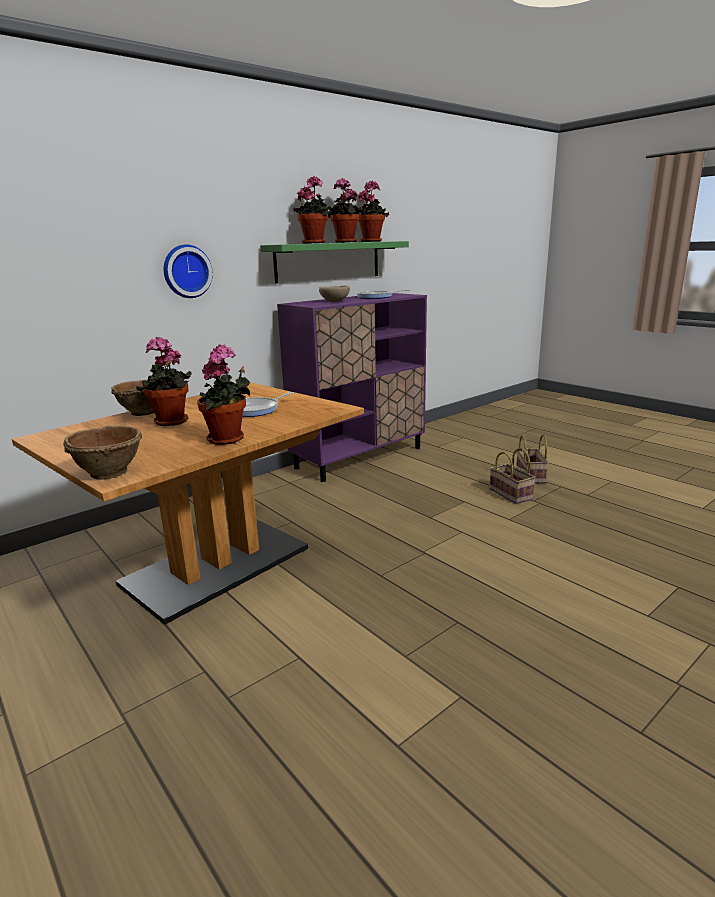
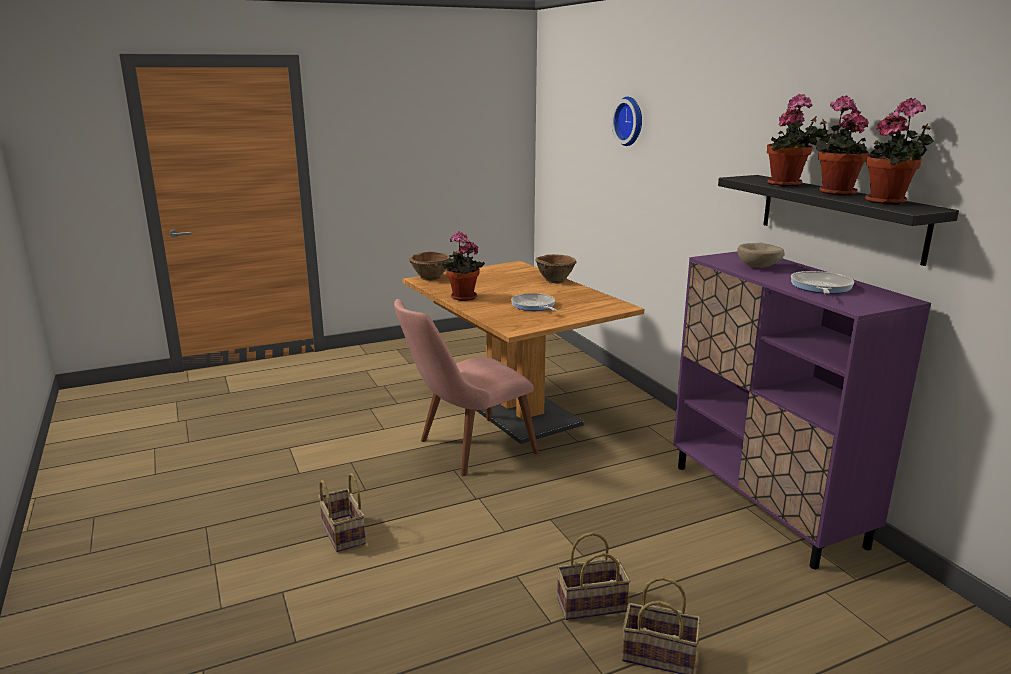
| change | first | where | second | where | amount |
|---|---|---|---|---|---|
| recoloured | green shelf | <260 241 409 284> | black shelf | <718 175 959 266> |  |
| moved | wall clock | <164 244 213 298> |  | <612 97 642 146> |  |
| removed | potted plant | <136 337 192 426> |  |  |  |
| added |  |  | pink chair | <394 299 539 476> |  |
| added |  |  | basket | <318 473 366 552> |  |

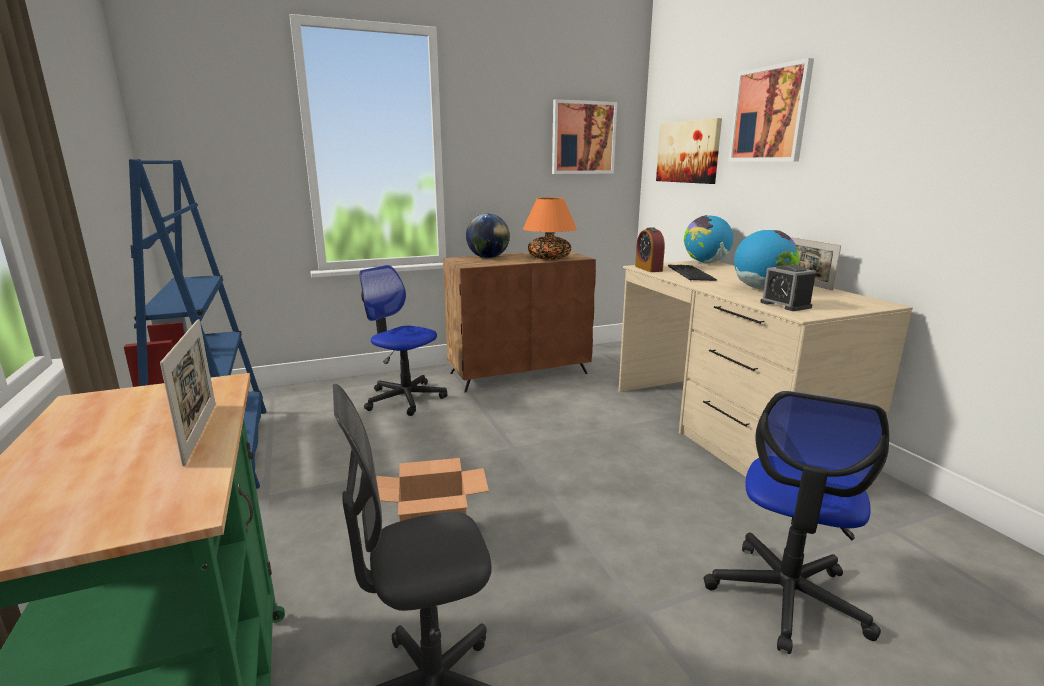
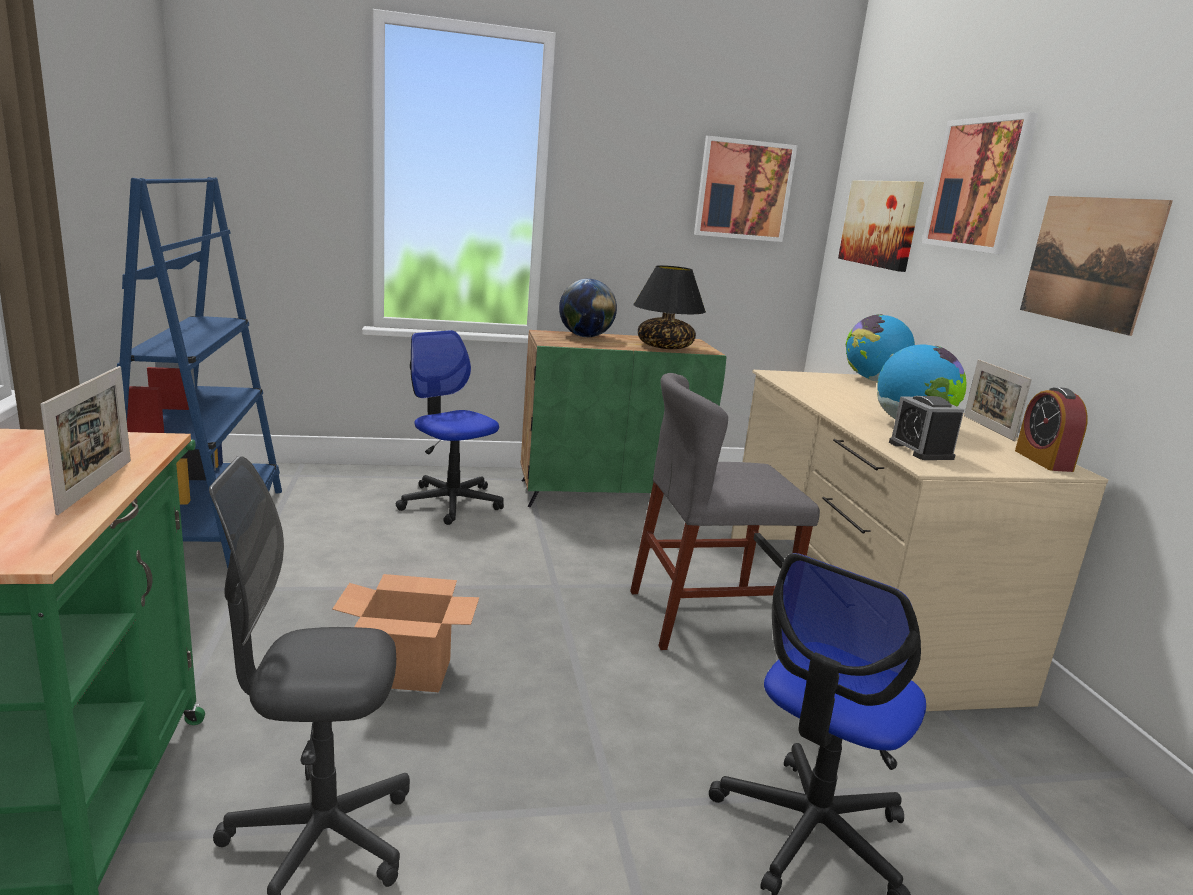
| change | first | where | second | where | amount |
|---|---|---|---|---|---|
| recoloured | orange table lamp | <523 198 577 260> | black table lamp | <633 265 706 349> |  |
| moved | alarm clock | <635 227 665 272> |  | <1015 387 1088 472> |  |
| recoloured | brown cabinet | <443 252 596 392> | green cabinet | <520 330 727 507> |  |
| removed | keyboard | <668 265 717 281> |  |  |  |
| added |  |  | picture | <1020 196 1173 336> |  |
| added |  |  | grey chair | <630 373 820 650> |  |

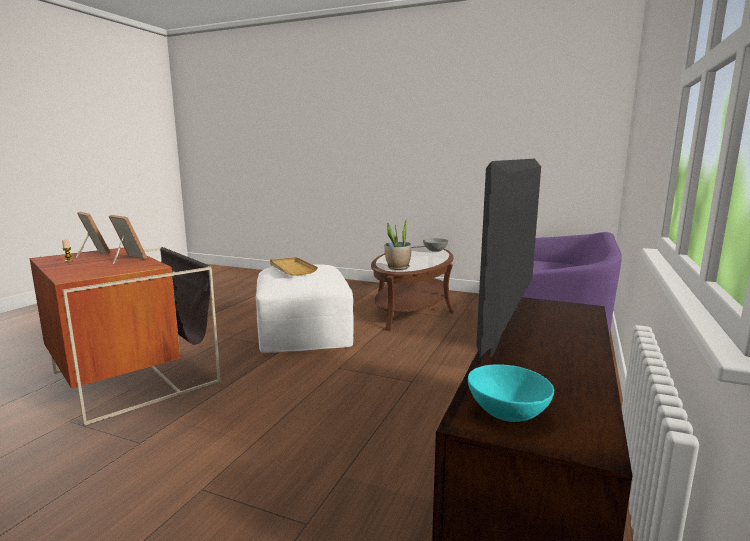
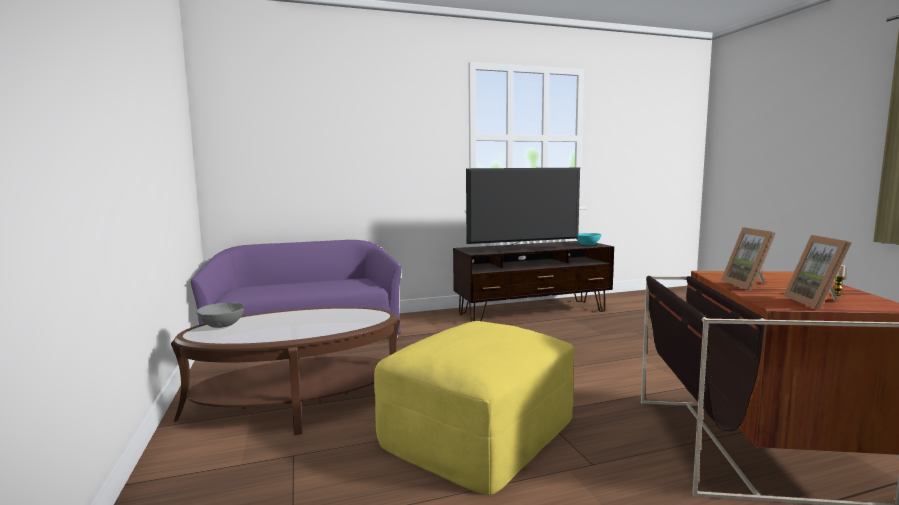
| change | first | where | second | where | amount |
|---|---|---|---|---|---|
| removed | potted plant | <384 221 411 270> |  |  |  |
| removed | beige tray | <270 257 318 276> |  |  |  |
| recoloured | white ottoman | <256 265 354 353> | yellow ottoman | <374 321 574 495> |  |

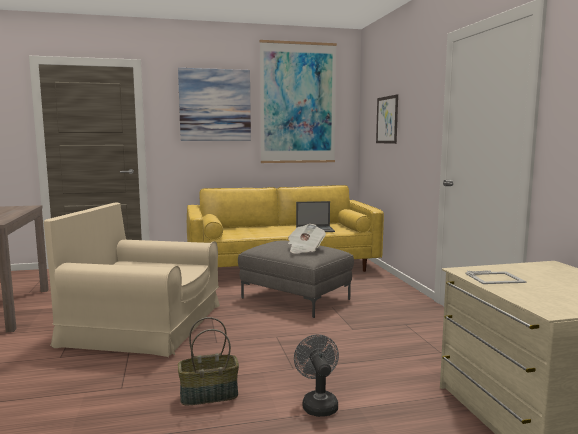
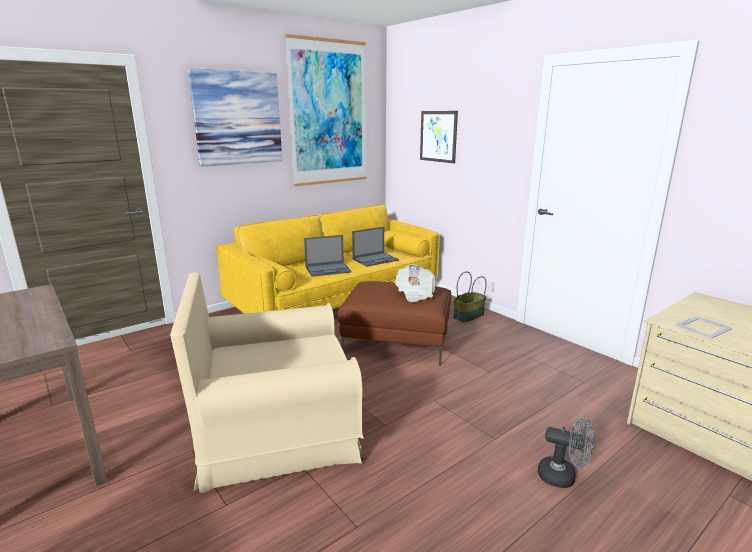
| change | first | where | second | where | amount |
|---|---|---|---|---|---|
| recoloured | grey ottoman | <238 241 354 318> | brown ottoman | <338 281 451 366> |  |
| moved | basket | <178 317 239 405> |  | <453 271 487 322> |  |
| turned | grey fan | <294 334 339 417> |  | <538 417 595 488> | 150 degrees clockwise |
| added |  |  | laptop | <304 235 352 277> |  |

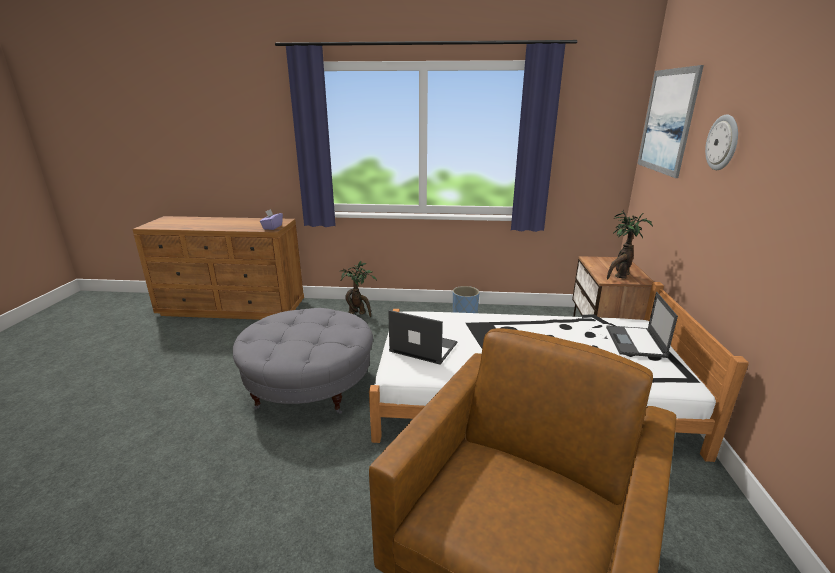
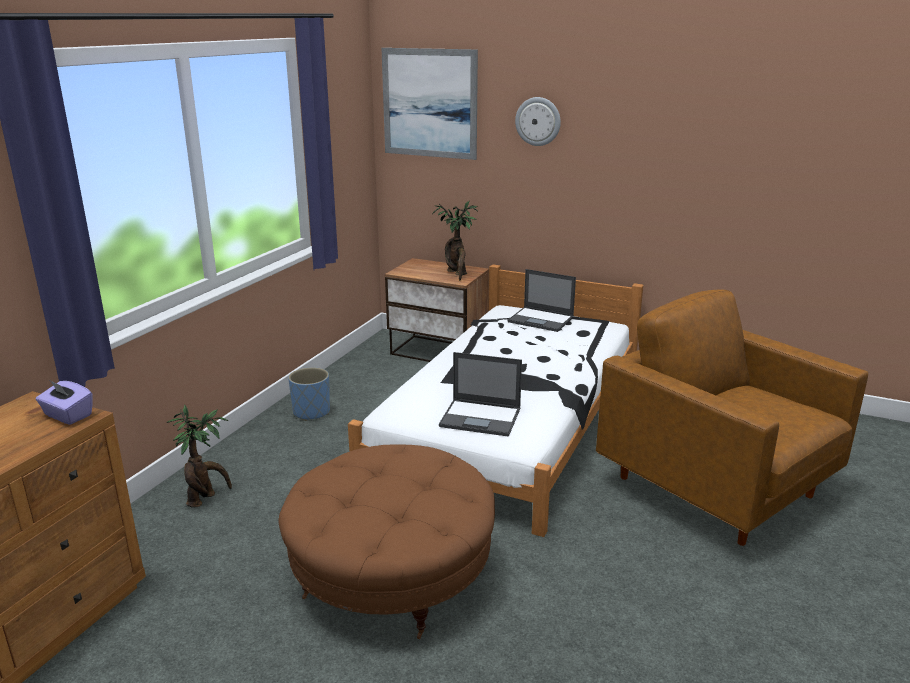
| change | first | where | second | where | amount |
|---|---|---|---|---|---|
| recoloured | grey ottoman | <233 308 373 414> | brown ottoman | <279 445 495 639> |  |
| turned | laptop | <388 310 458 365> |  | <439 352 522 437> | 120 degrees counterclockwise |

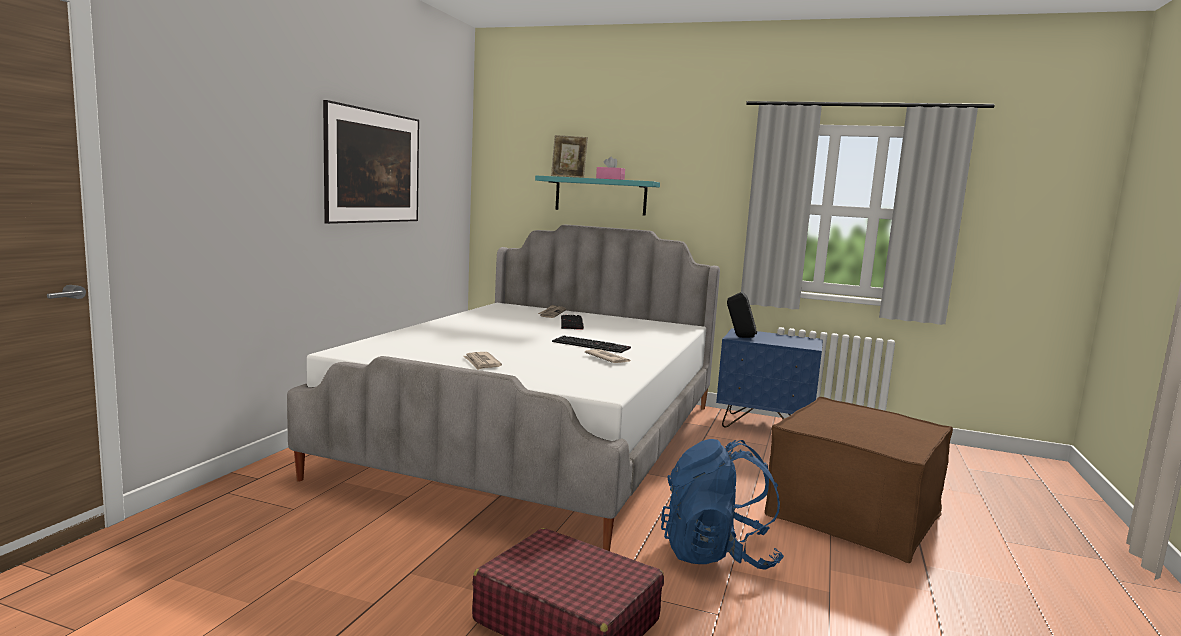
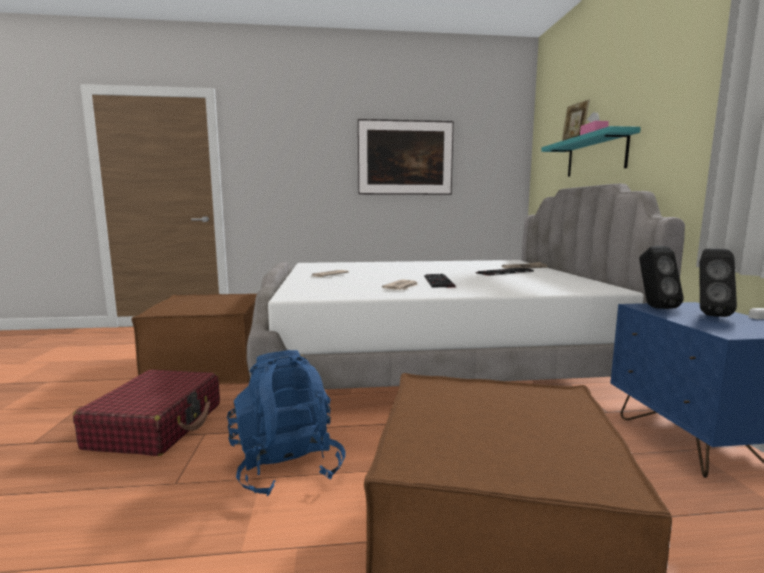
| change | first | where | second | where | amount |
|---|---|---|---|---|---|
| added |  |  | black speaker | <699 248 737 317> |  |
| added |  |  | brown ottoman | <132 294 257 384> |  |

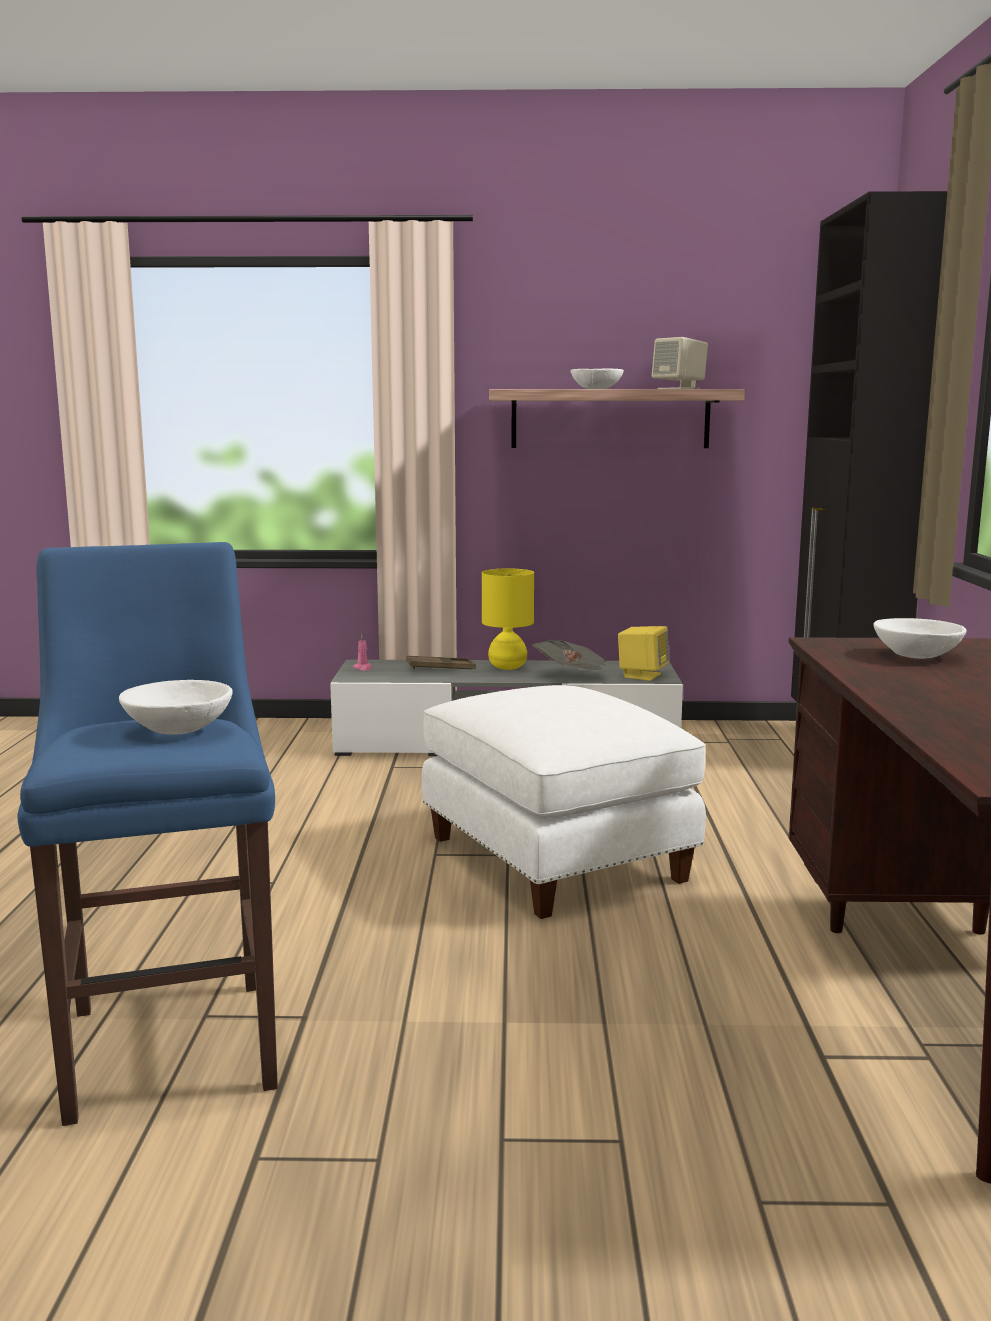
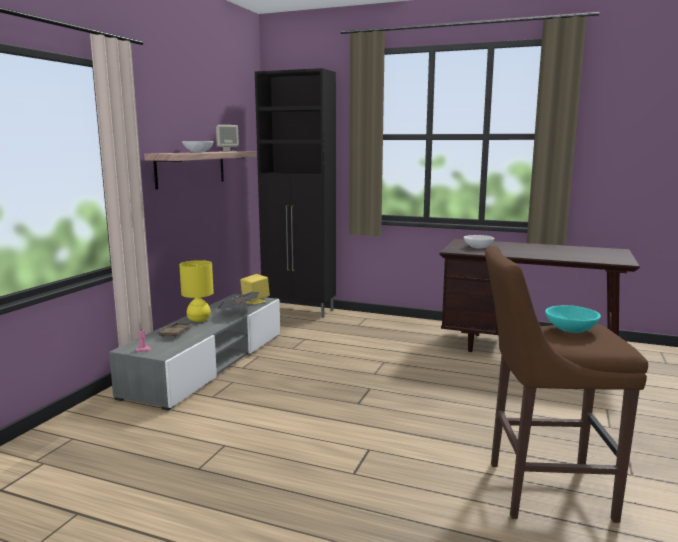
| change | first | where | second | where | amount |
|---|---|---|---|---|---|
| recoloured | blue stool | <17 542 278 1126> | brown stool | <485 246 648 523> |  |
| recoloured | white bowl | <119 680 233 735> | turquoise bowl | <545 305 601 333> |  |
| removed | white ottoman | <422 685 706 919> |  |  |  |

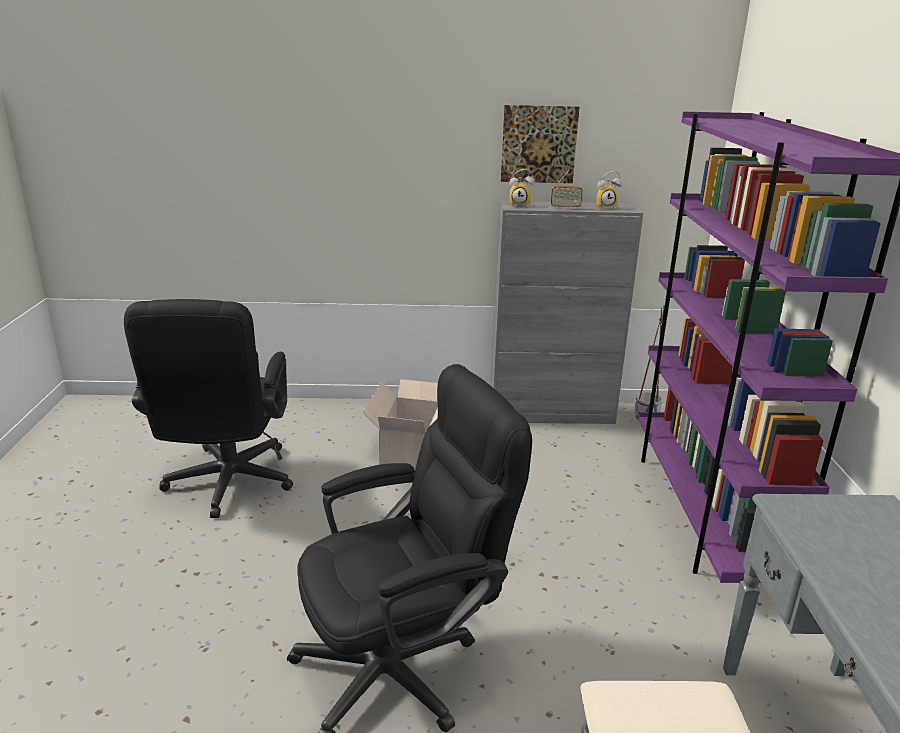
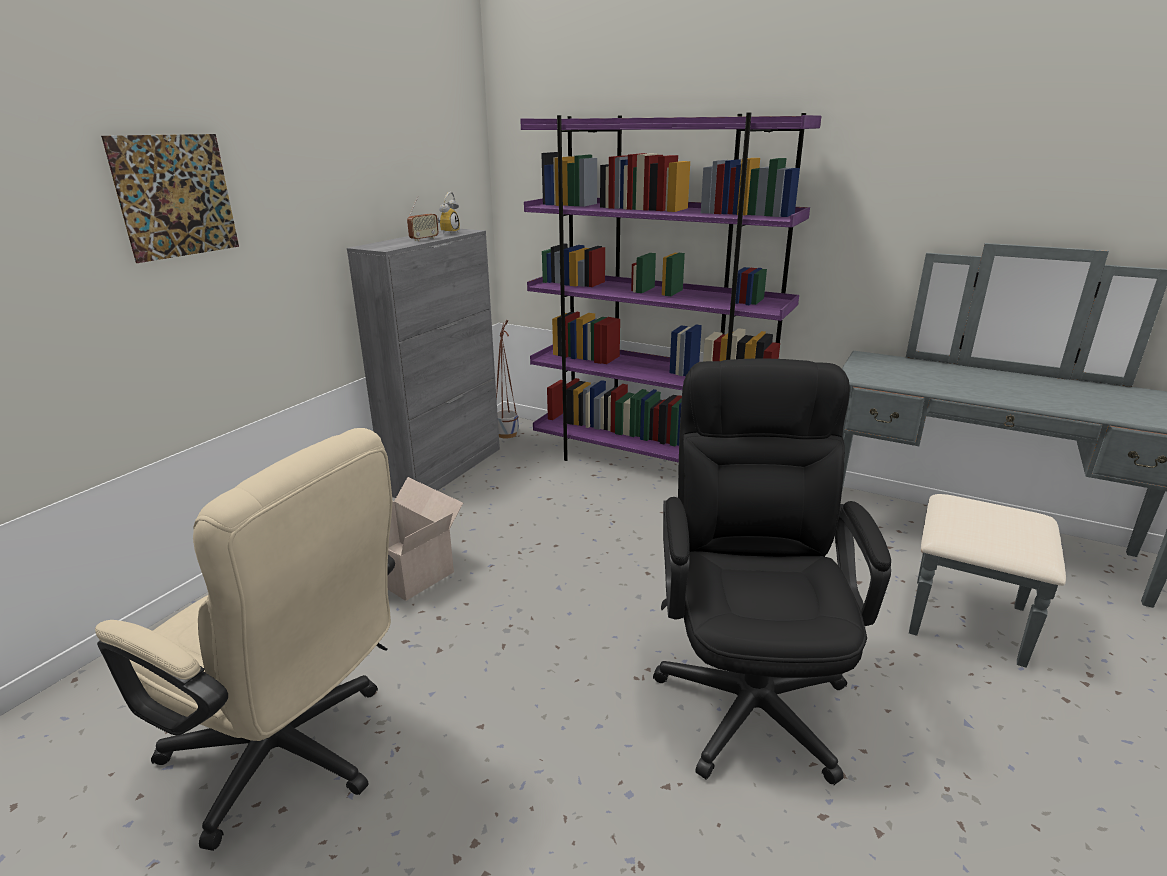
| change | first | where | second | where | amount |
|---|---|---|---|---|---|
| moved | picture | <501 105 580 183> |  | <101 134 239 263> |  |
| removed | alarm clock | <509 169 535 207> |  |  |  |
| recoloured | black office chair | <124 299 293 518> | beige office chair | <95 428 395 851> |  |

